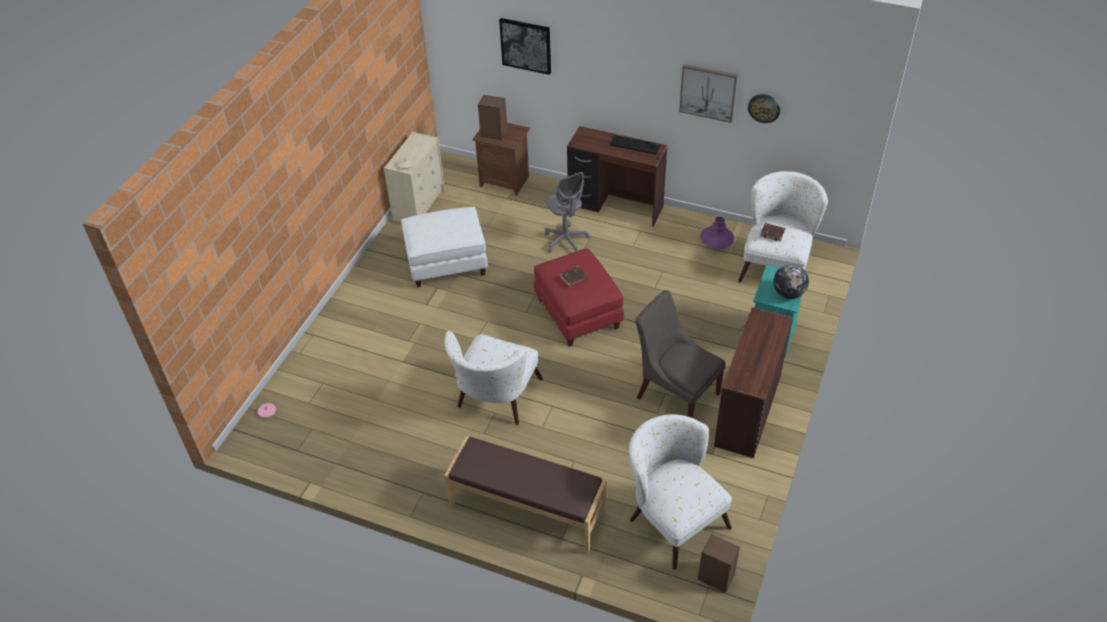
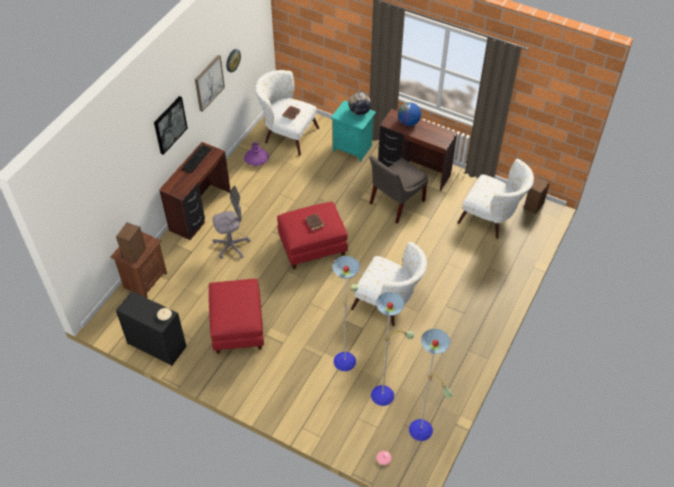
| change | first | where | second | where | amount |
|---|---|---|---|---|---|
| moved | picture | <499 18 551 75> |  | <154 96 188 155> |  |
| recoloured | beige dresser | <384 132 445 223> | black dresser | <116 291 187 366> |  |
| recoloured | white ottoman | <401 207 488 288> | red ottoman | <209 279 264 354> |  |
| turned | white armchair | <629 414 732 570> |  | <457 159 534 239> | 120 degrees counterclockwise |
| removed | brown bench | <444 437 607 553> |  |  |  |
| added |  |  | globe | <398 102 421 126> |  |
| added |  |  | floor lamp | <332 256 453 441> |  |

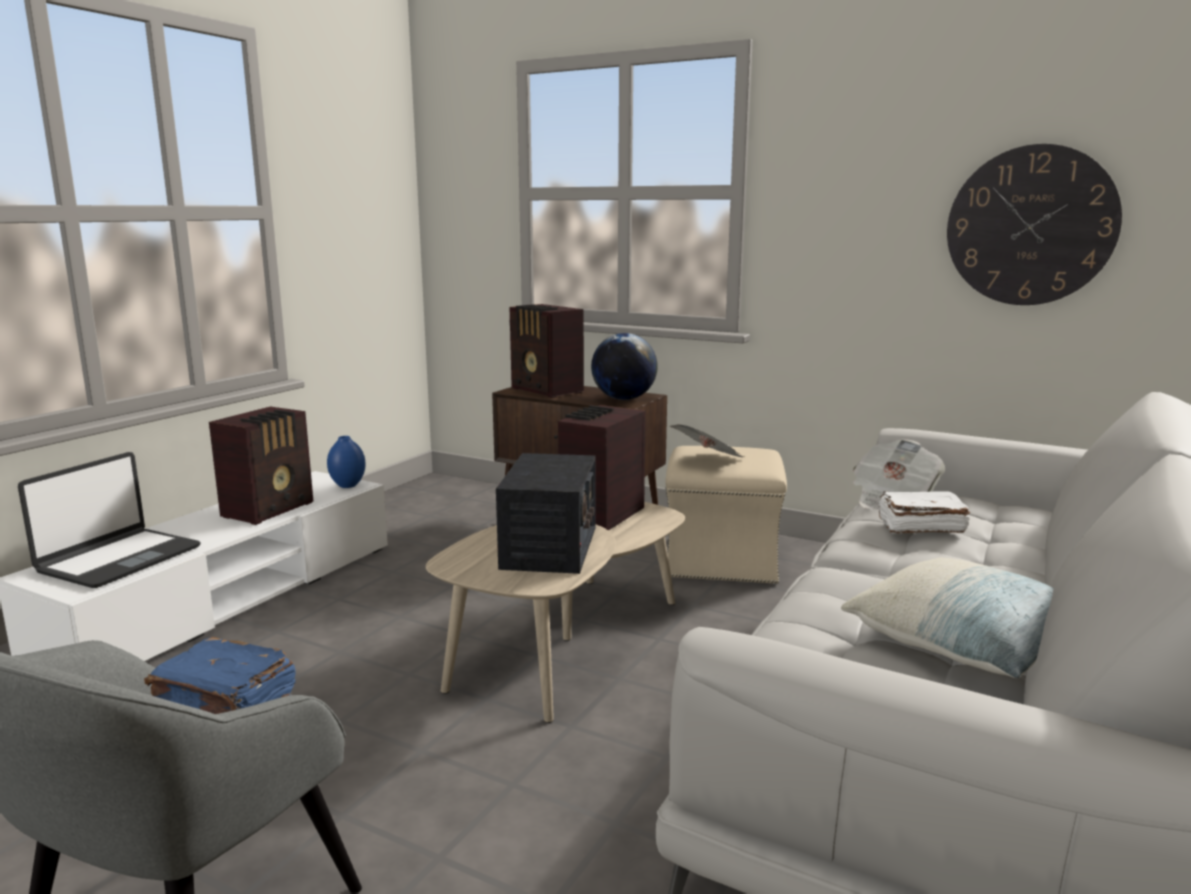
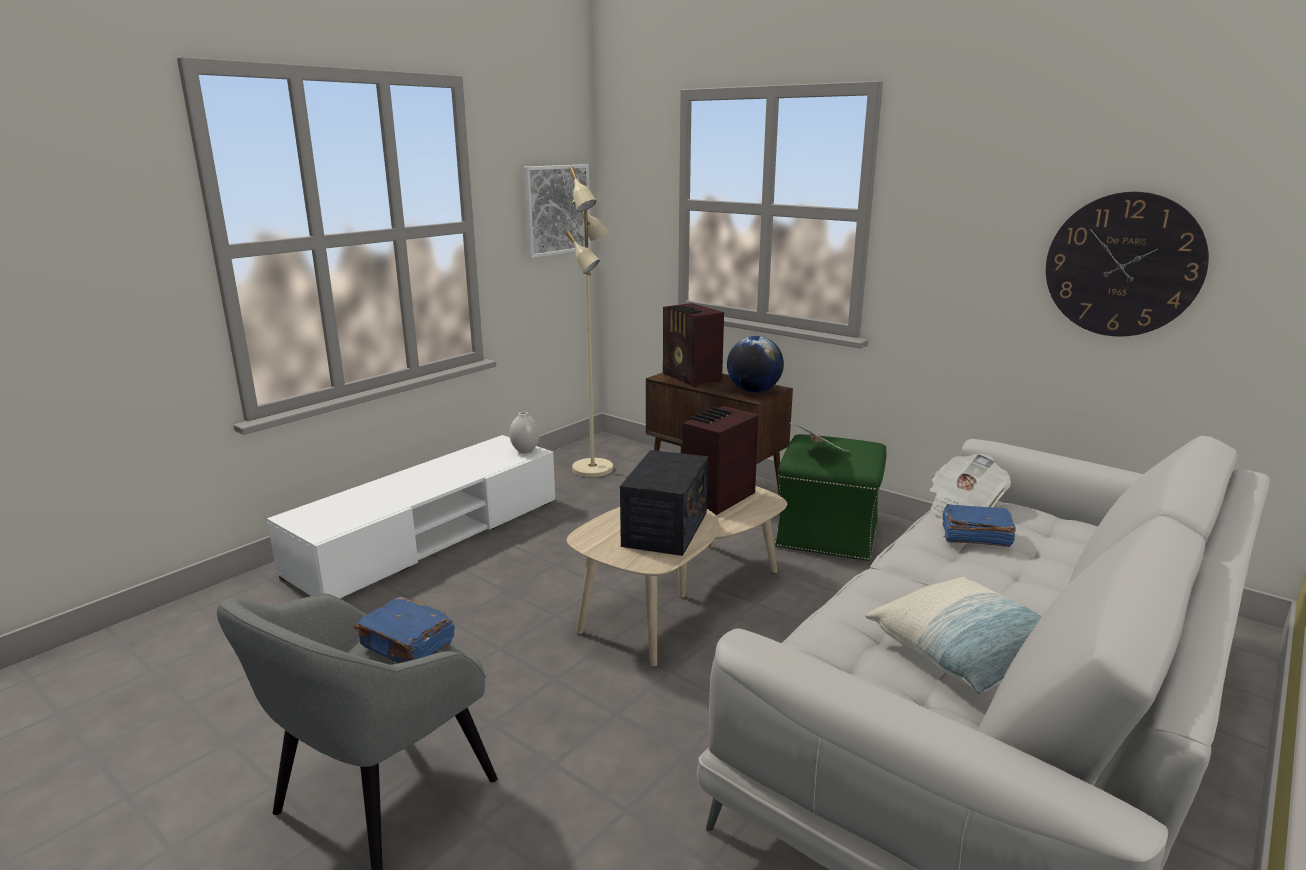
| change | first | where | second | where | amount |
|---|---|---|---|---|---|
| removed | radio | <209 407 313 525> |  |  |  |
| recoloured | blue vase | <327 436 366 488> | white vase | <509 412 539 454> |  |
| recoloured | beige ottoman | <665 446 787 584> | green ottoman | <775 434 887 561> |  |
| removed | laptop | <18 452 201 588> |  |  |  |
| recoloured | white book | <879 491 970 534> | blue book | <942 504 1016 547> |  |
| added |  |  | picture | <523 164 591 258> |  |
| added |  |  | beige floor lamp | <565 167 613 477> |  |

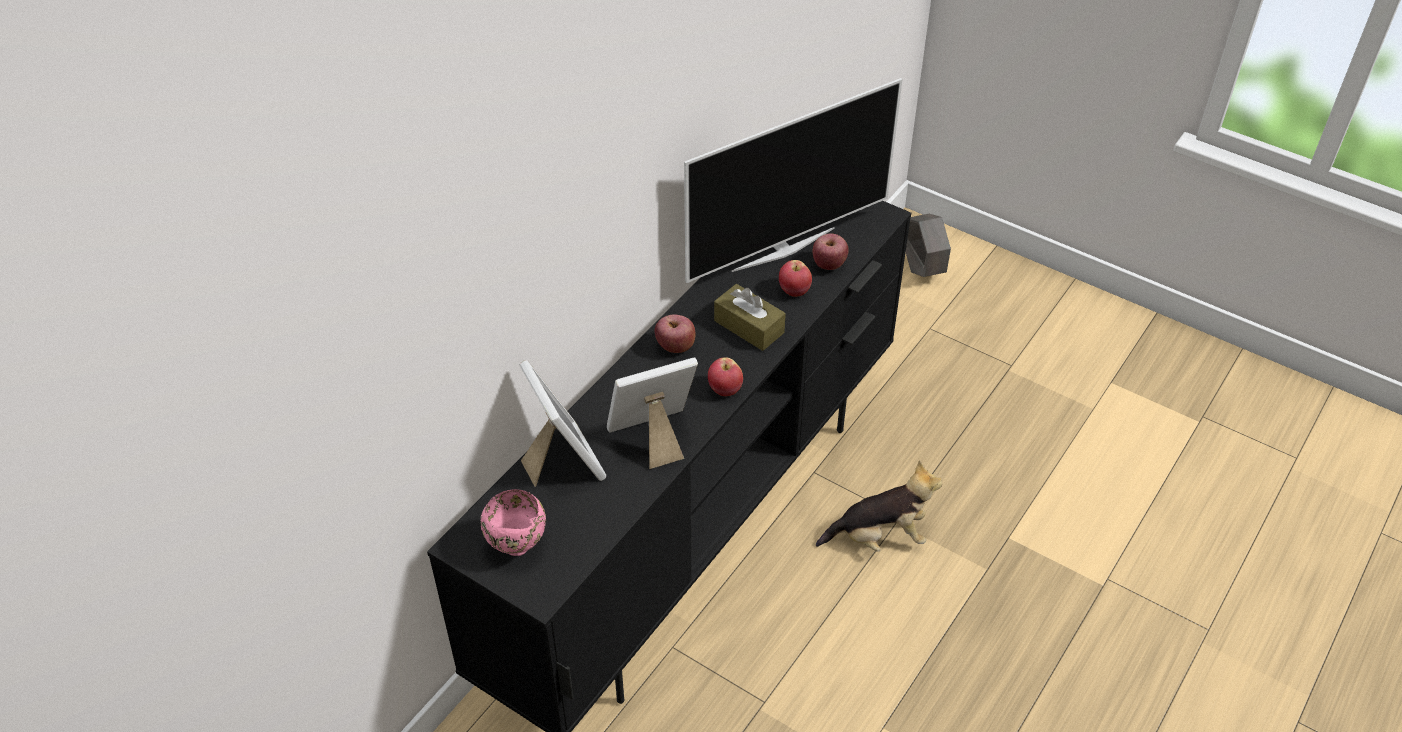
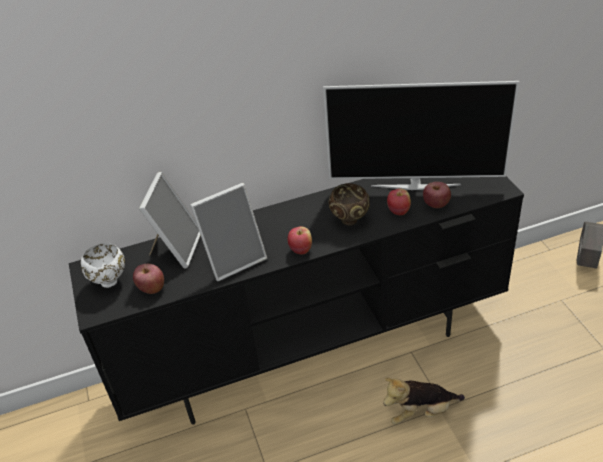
| change | first | where | second | where | amount |
|---|---|---|---|---|---|
| replaced | brown tissue box | <714 284 786 351> | brown bowl | <329 183 370 226> |  |
| moved | apple | <655 315 695 353> |  | <133 264 164 294> |  |
| turned | picture frame | <607 358 698 469> |  | <190 183 267 281> | 135 degrees clockwise |
| turned | plush toy | <816 460 942 552> |  | <383 378 465 425> | 135 degrees clockwise |
| recoloured | pink bowl | <480 489 546 556> | white bowl | <81 243 125 288> |  |

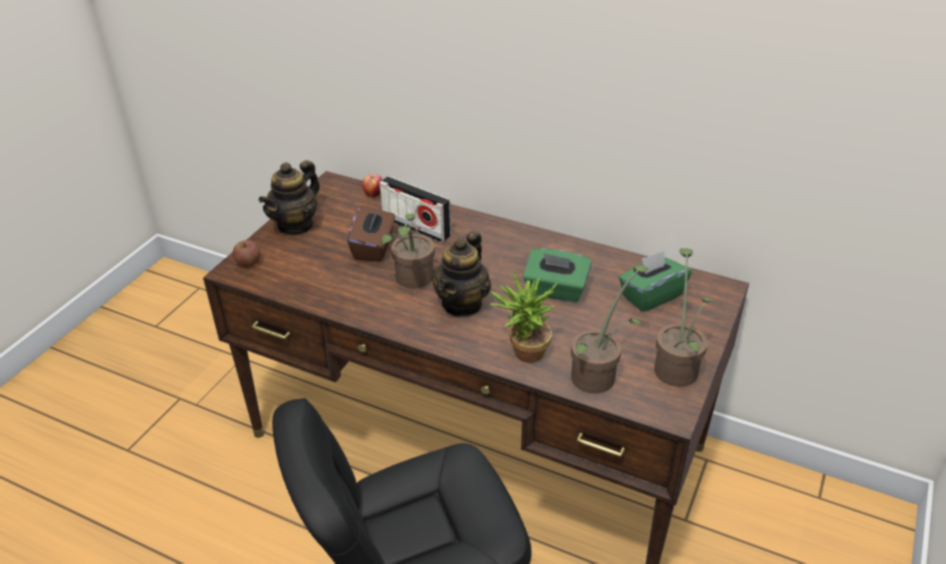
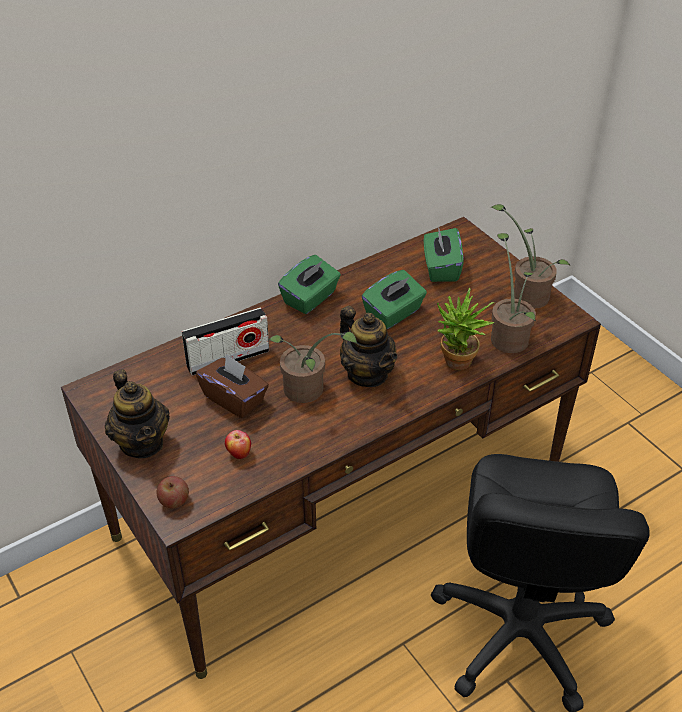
| change | first | where | second | where | amount |
|---|---|---|---|---|---|
| moved | apple | <362 174 382 197> |  | <225 430 251 459> |  |
| added |  |  | green tissue box | <278 255 341 314> |  |

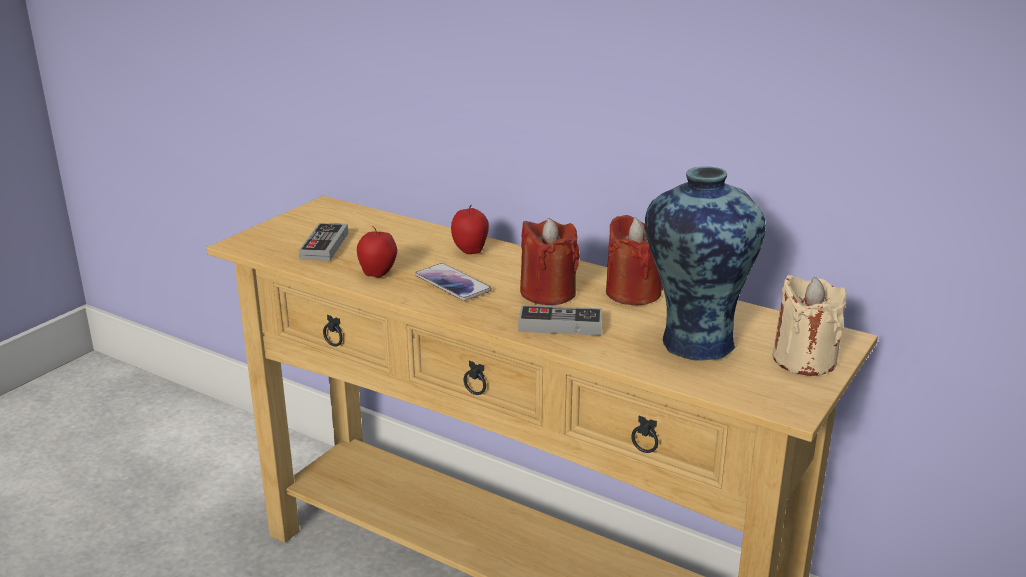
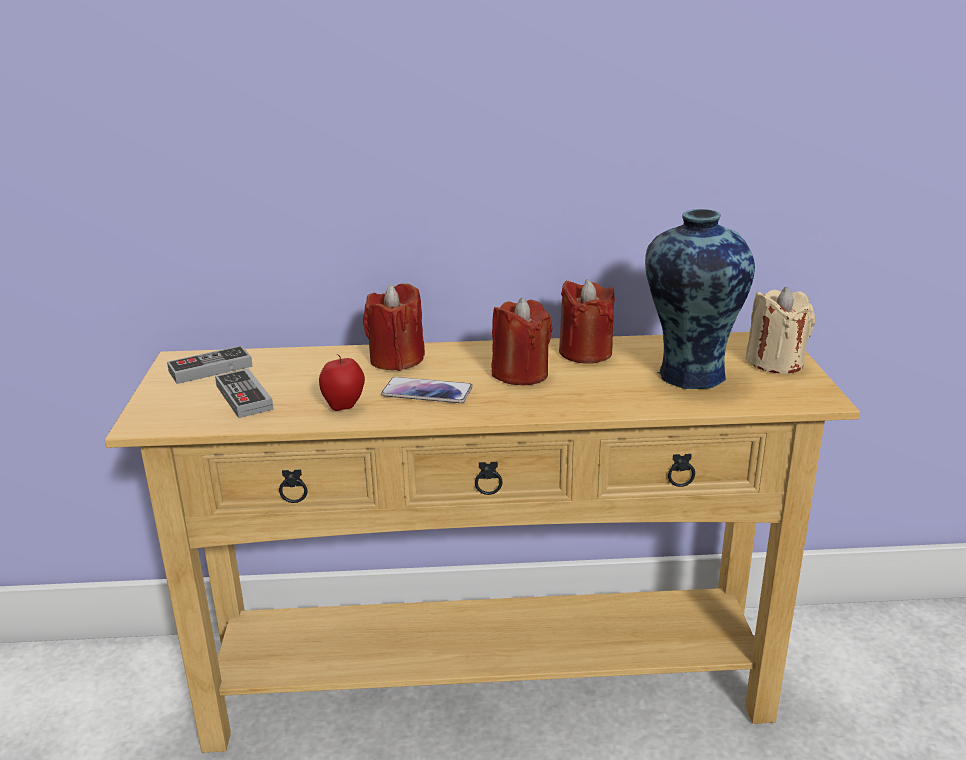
| change | first | where | second | where | amount |
|---|---|---|---|---|---|
| replaced | apple | <451 205 489 254> | red candle | <363 283 425 371> |  |
| moved | game controller | <518 305 602 336> |  | <167 345 253 384> |  |

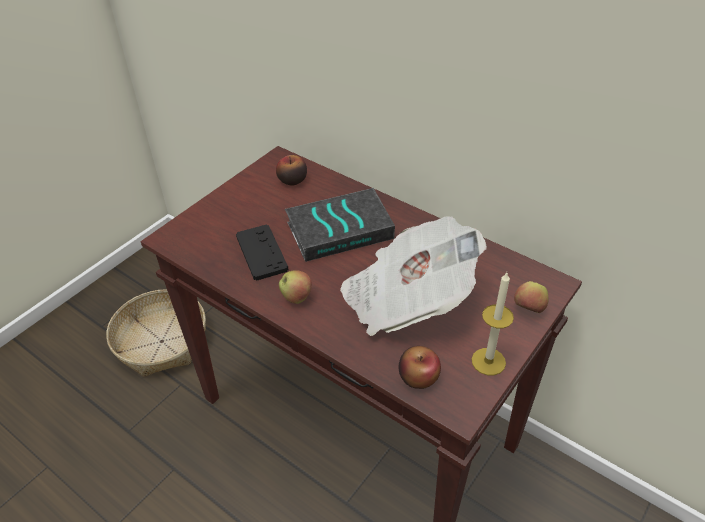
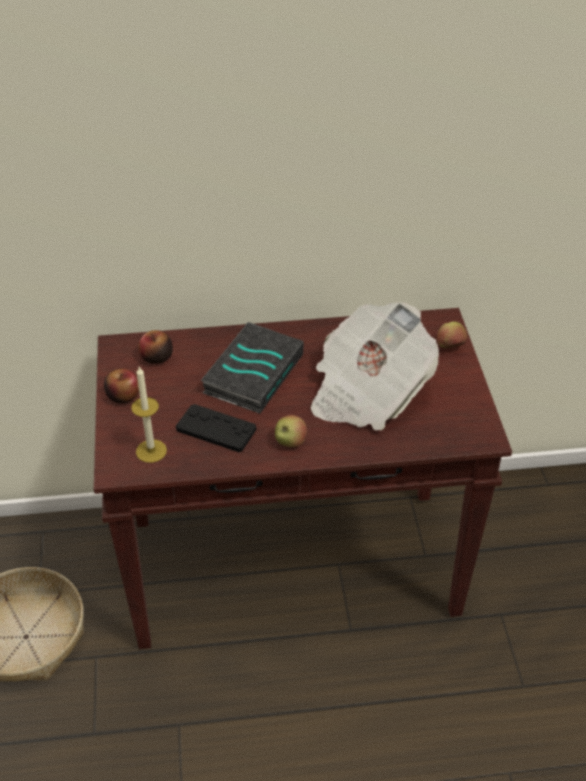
| change | first | where | second | where | amount |
|---|---|---|---|---|---|
| moved | candle | <472 273 514 375> |  | <131 367 167 463> |  |
| moved | apple | <398 346 441 389> |  | <104 369 139 404> |  |

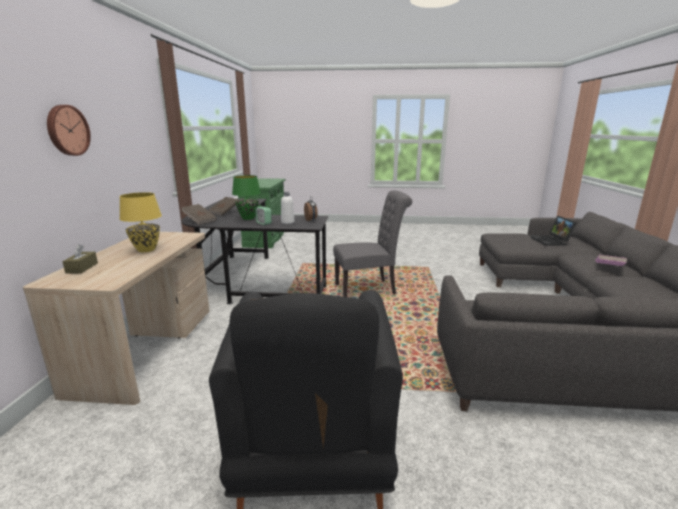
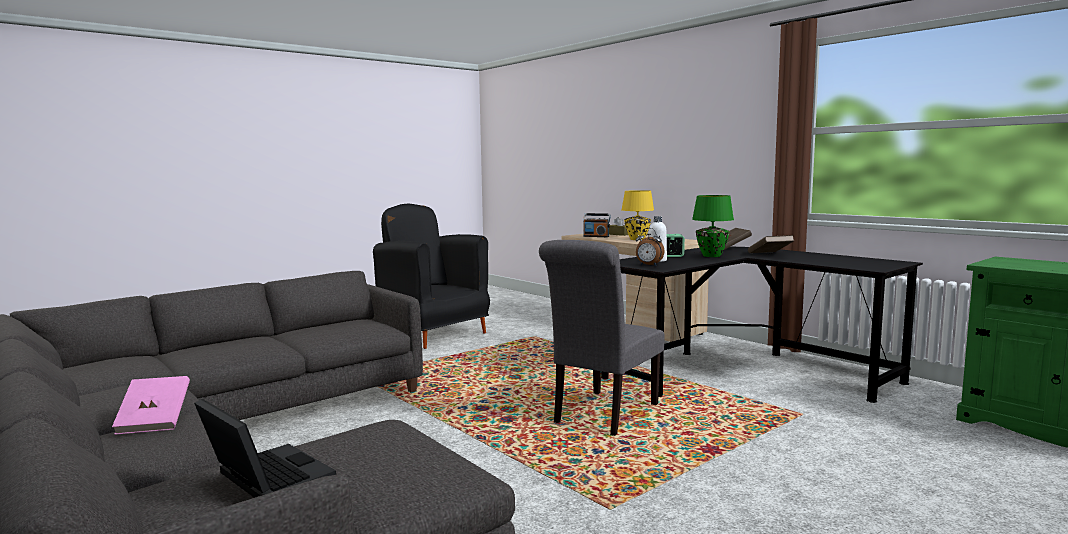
| change | first | where | second | where | amount |
|---|---|---|---|---|---|
| removed | wall clock | <47 105 91 156> |  |  |  |
| added |  |  | radio | <583 213 611 237> |  |

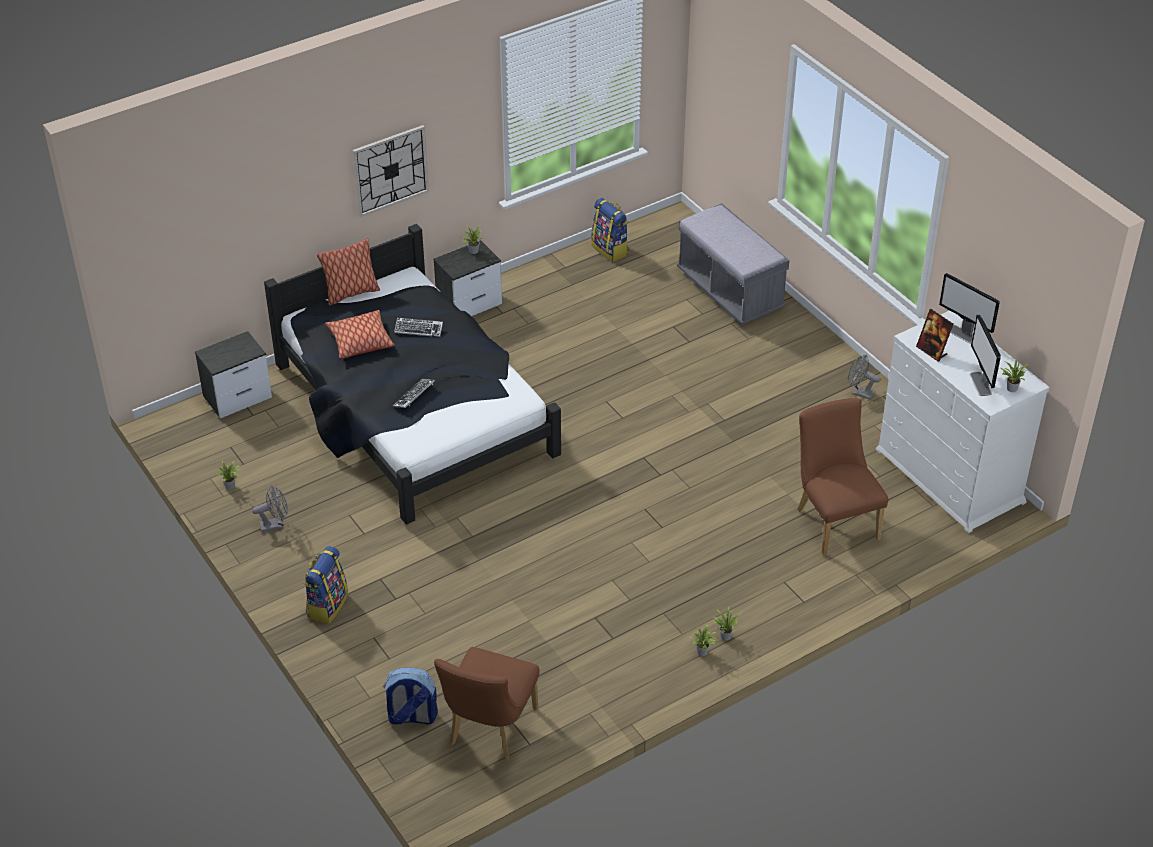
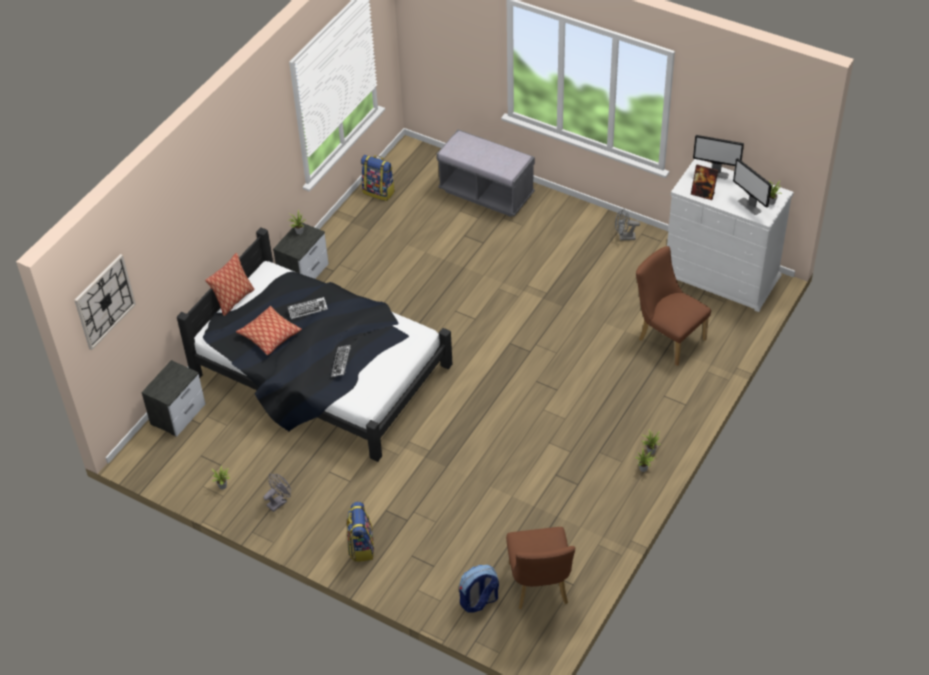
| change | first | where | second | where | amount |
|---|---|---|---|---|---|
| moved | wall clock | <353 125 429 217> |  | <74 254 136 350> |  |

